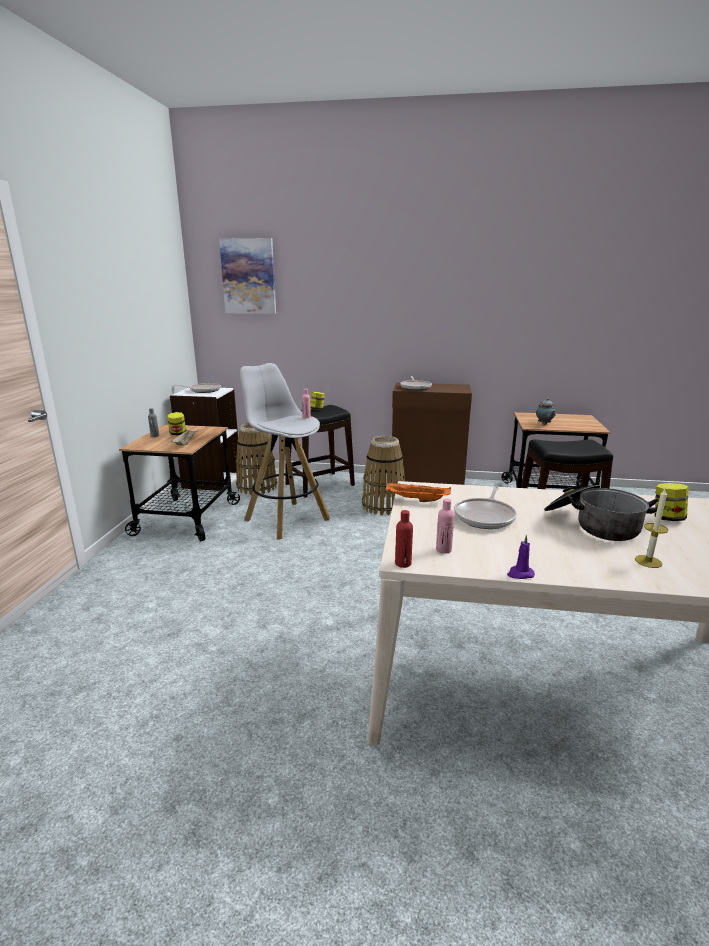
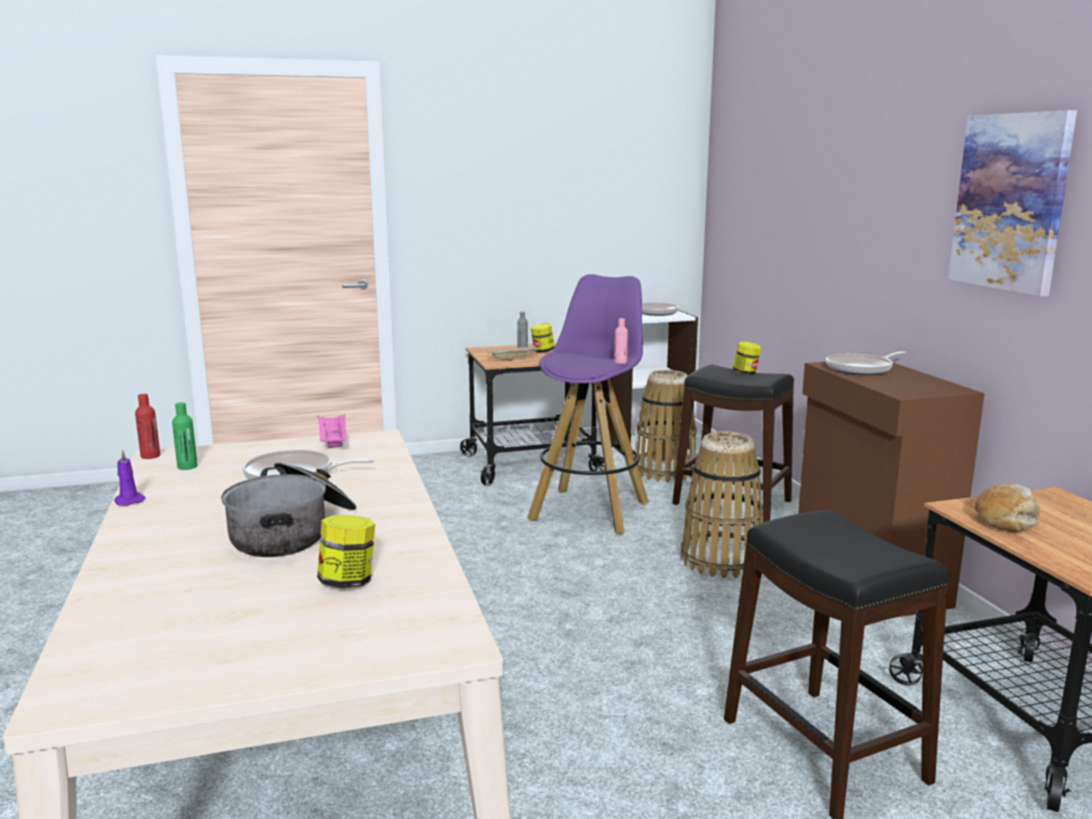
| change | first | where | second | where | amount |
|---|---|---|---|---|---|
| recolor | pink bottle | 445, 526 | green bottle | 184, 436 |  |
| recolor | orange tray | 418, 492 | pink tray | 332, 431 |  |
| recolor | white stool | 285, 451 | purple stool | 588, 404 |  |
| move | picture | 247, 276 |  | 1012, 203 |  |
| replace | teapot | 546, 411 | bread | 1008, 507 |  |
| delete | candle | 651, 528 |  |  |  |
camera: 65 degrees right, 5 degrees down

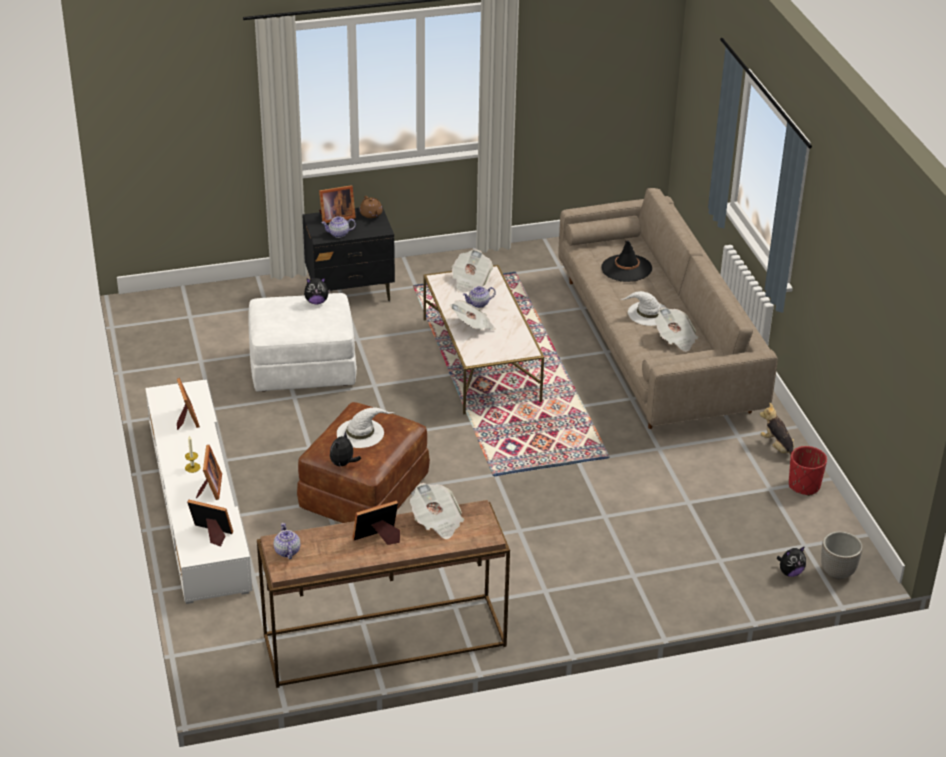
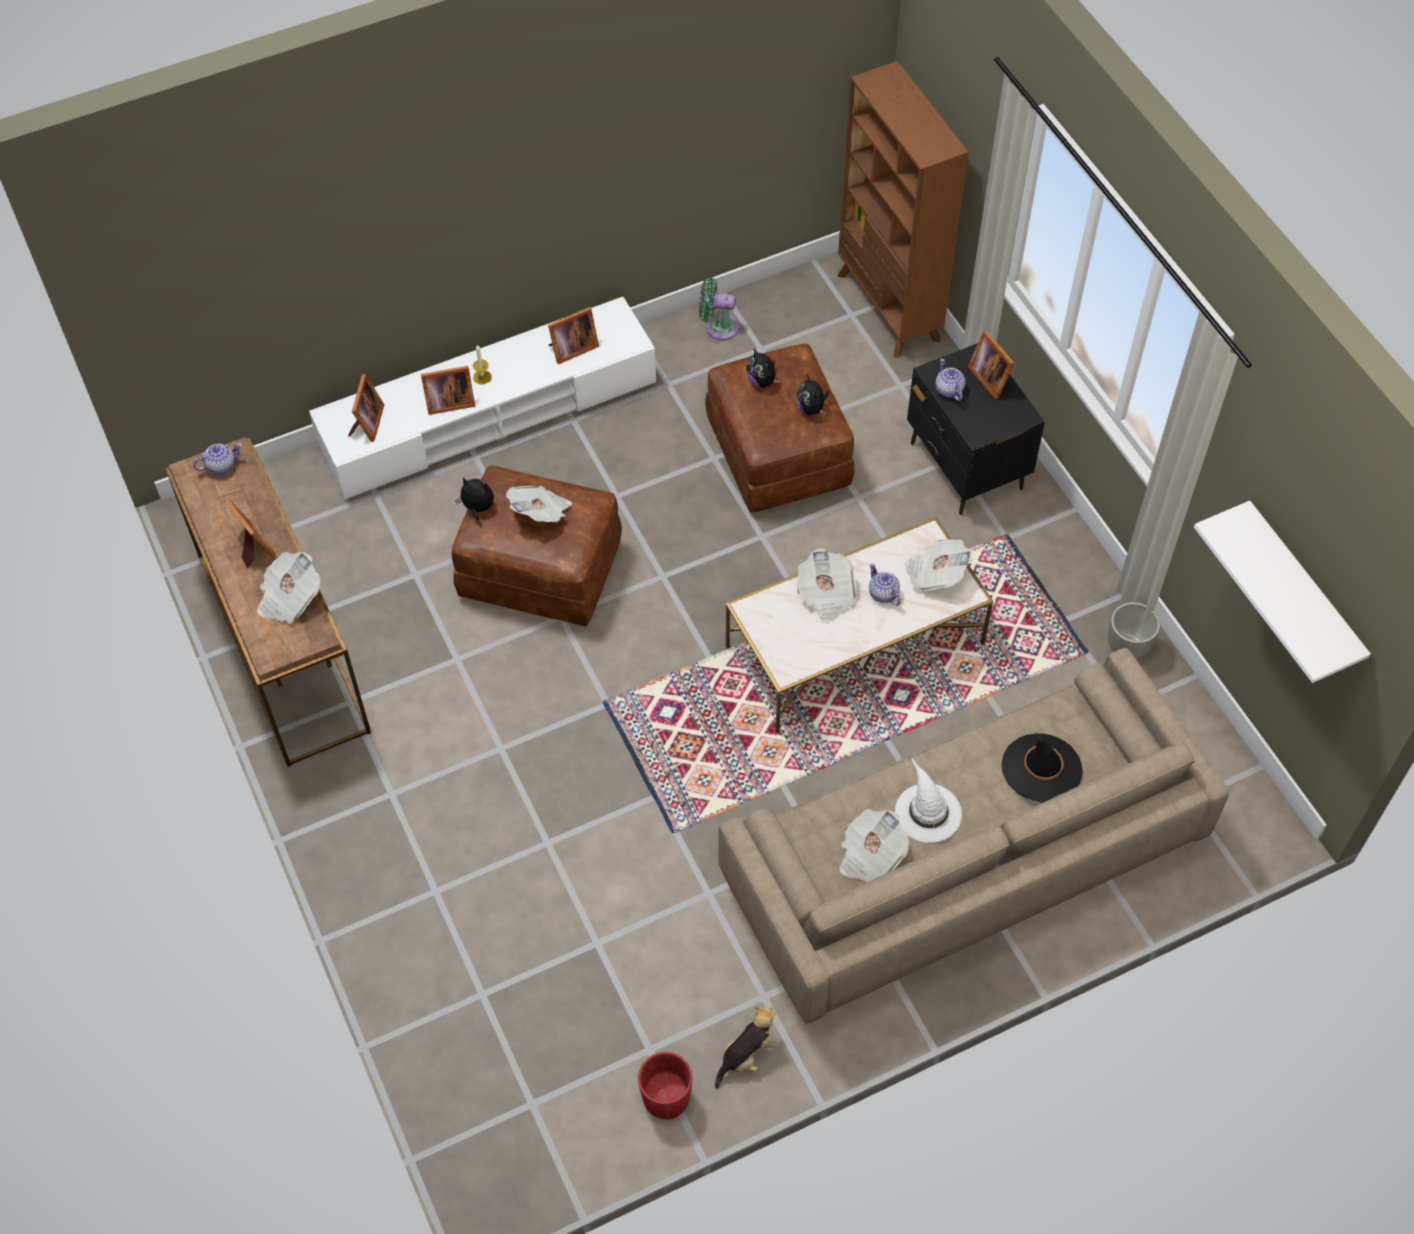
| change | first | where | second | where | amount |
|---|---|---|---|---|---|
| replace | white hat | 365, 427 | newspaper | 539, 504 |  |
| insert |  |  | green fan | 719, 308 |  |
| recolor | white ottoman | 302, 342 | brown ottoman | 779, 428 |  |
| move | plush toy | 791, 561 |  | 763, 368 |  |
| insert |  |  | brown bookcase | 903, 209 |  |
| move | planter | 842, 555 |  | 1134, 630 |  |
| insert |  |  | white shelf | 1282, 592 |  |
| delete | brown teapot | 371, 207 |  |  |  |
camera: 80 degrees right, 20 degrees up

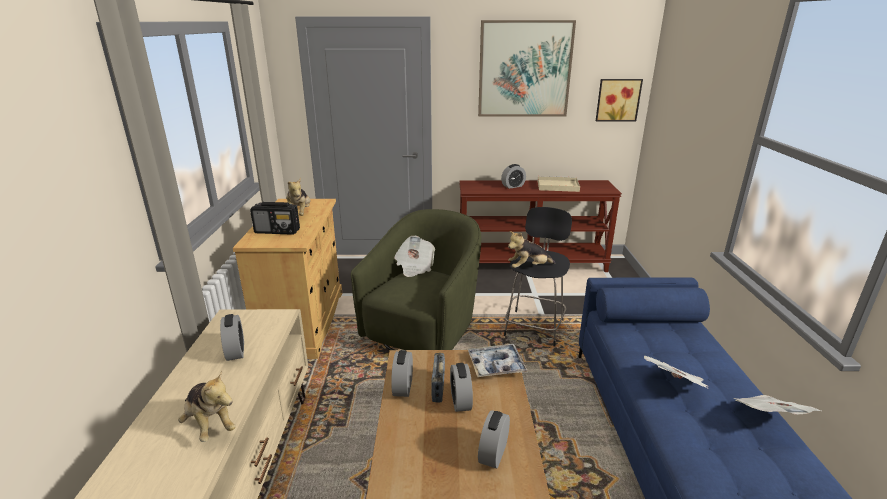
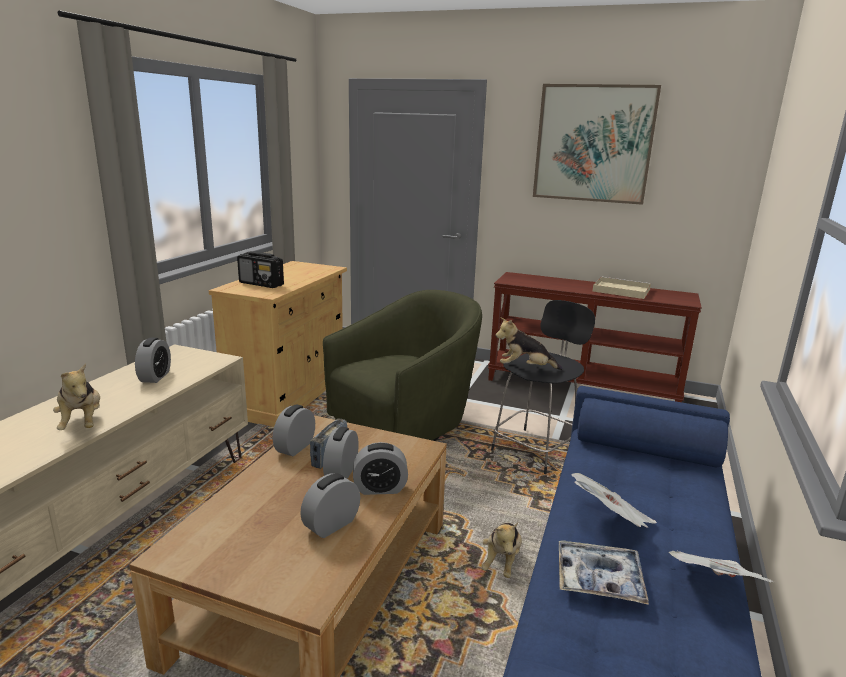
| change | first | where | second | where | amount |
|---|---|---|---|---|---|
| move | alarm clock | 513, 176 |  | 380, 468 |  |
| move | plush toy | 298, 197 |  | 502, 550 |  |
| move | tray | 498, 360 |  | 604, 572 |  |
| delete | newspaper | 414, 256 |  |  |  |
| delete | picture | 619, 100 |  |  |  |
camera: 20 degrees right, 5 degrees down

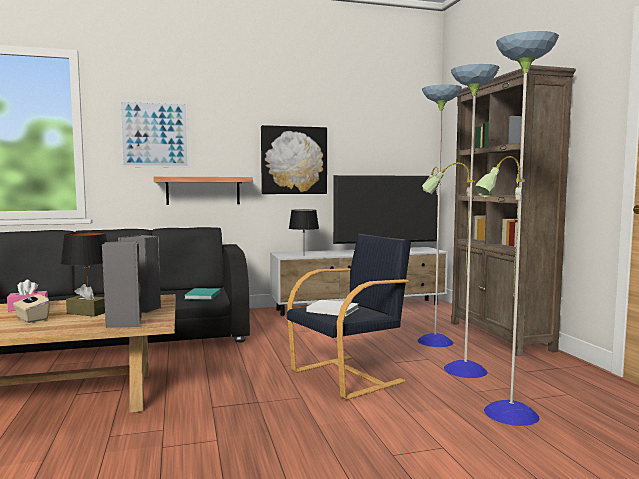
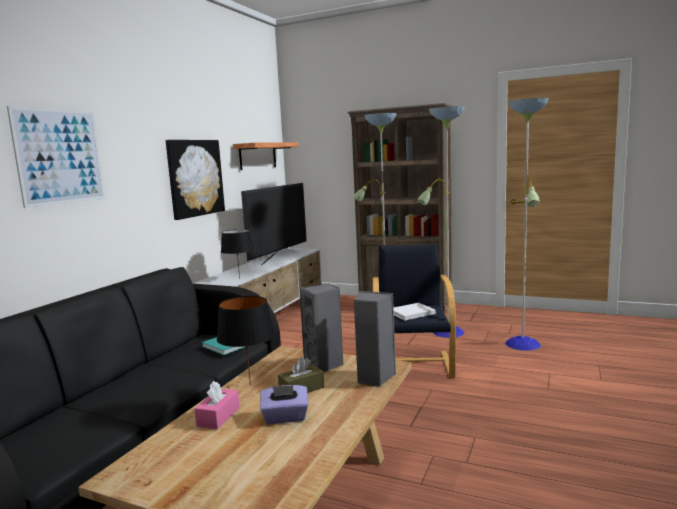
| change | first | where | second | where | amount |
|---|---|---|---|---|---|
| move | shelf | 203, 191 |  | 266, 156 |  |
| recolor | beige tissue box | 31, 306 | purple tissue box | 284, 404 |  |
camera: 50 degrees left, 5 degrees up

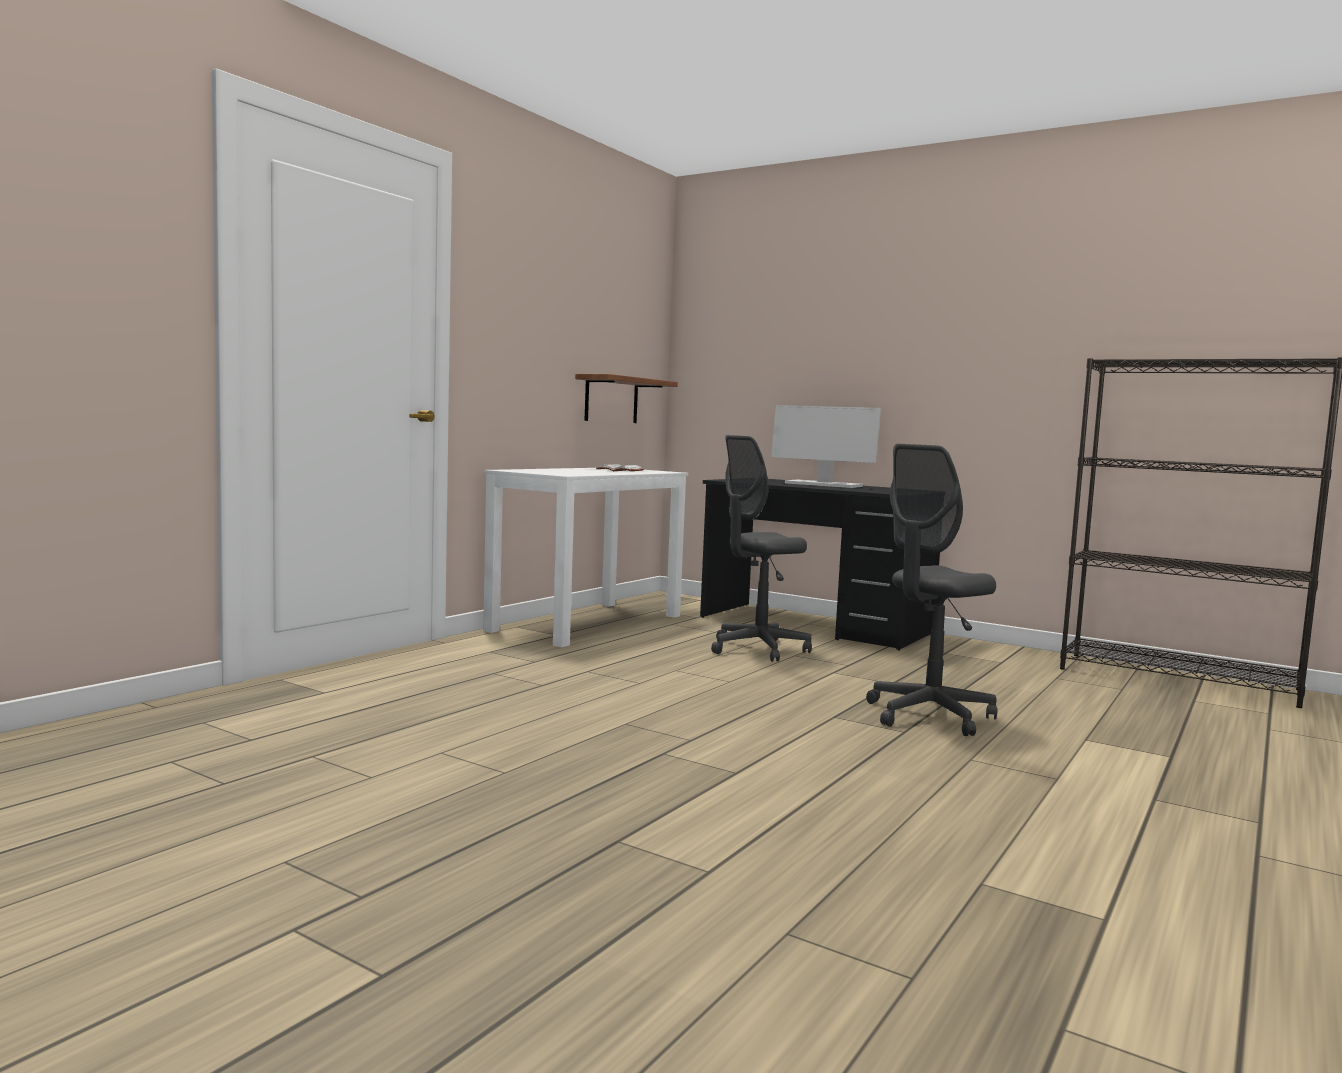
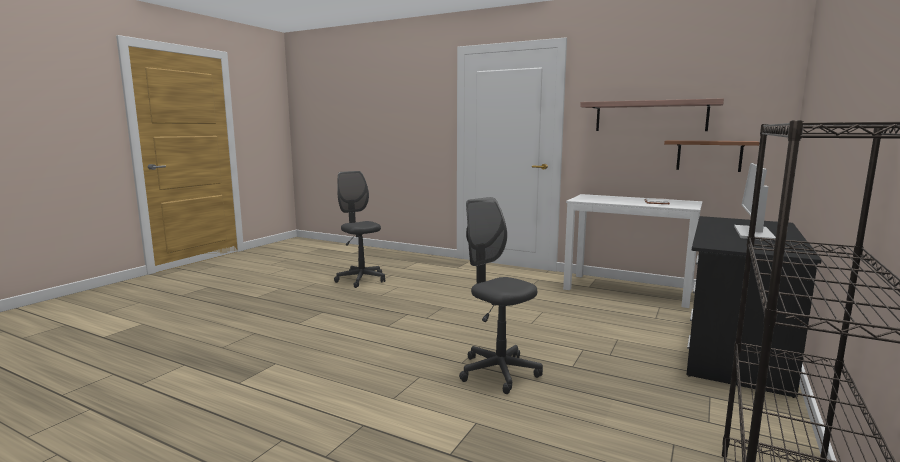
| change | first | where | second | where | amount |
|---|---|---|---|---|---|
| move | grey office chair | 761, 548 |  | 359, 229 |  |
| insert |  |  | shelf | 652, 114 |  |
camera: 85 degrees right, 5 degrees up

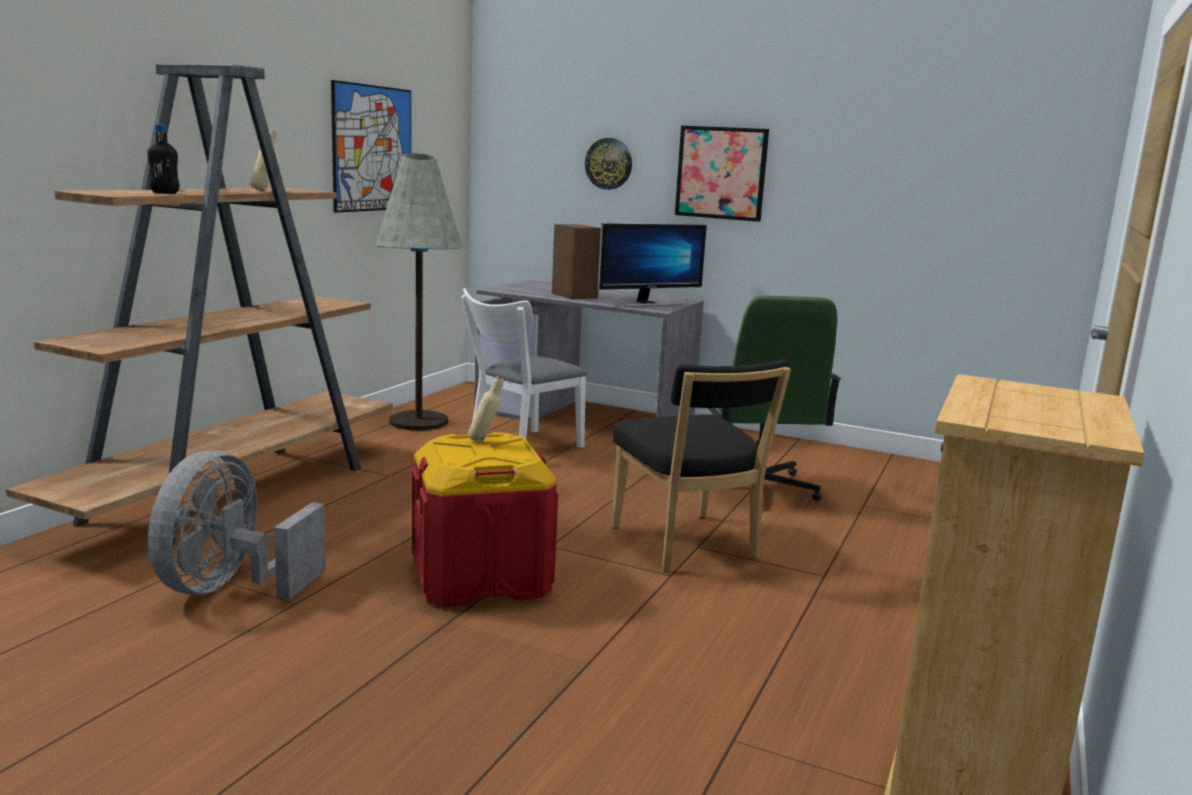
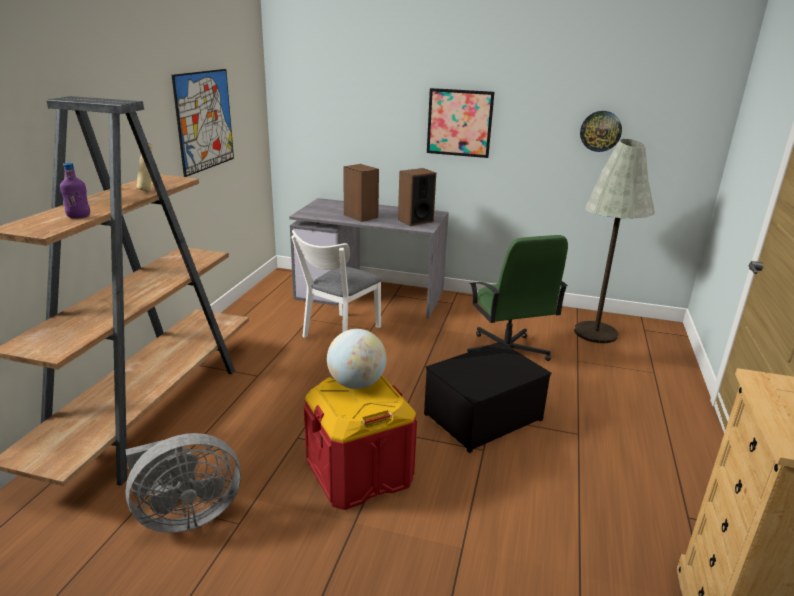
| change | first | where | second | where | amount |
|---|---|---|---|---|---|
| recolor | black bottle | 163, 159 | purple bottle | 75, 191 |  |
| rotate | grey fan | 237, 525 |  | 183, 483 | 120 degrees counterclockwise |
| replace | beige bottle | 486, 409 | globe | 357, 359 |  |
| replace | monitor | 652, 265 | speaker | 417, 197 |  |
| replace | black chair | 701, 466 | storage box | 488, 397 |  |
| move | grey floor lamp | 419, 291 |  | 614, 241 |  |
| move | wall clock | 608, 164 |  | 601, 131 |  |
camera: 10 degrees left, 10 degrees up

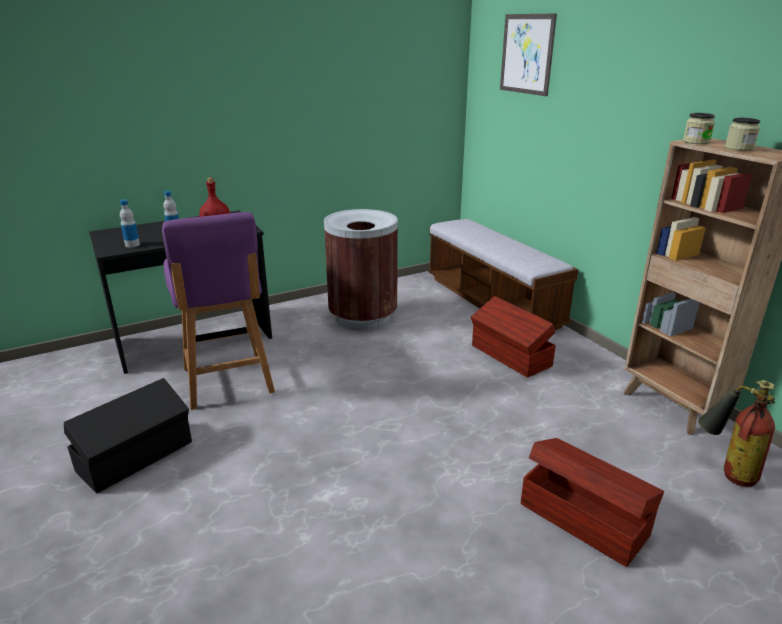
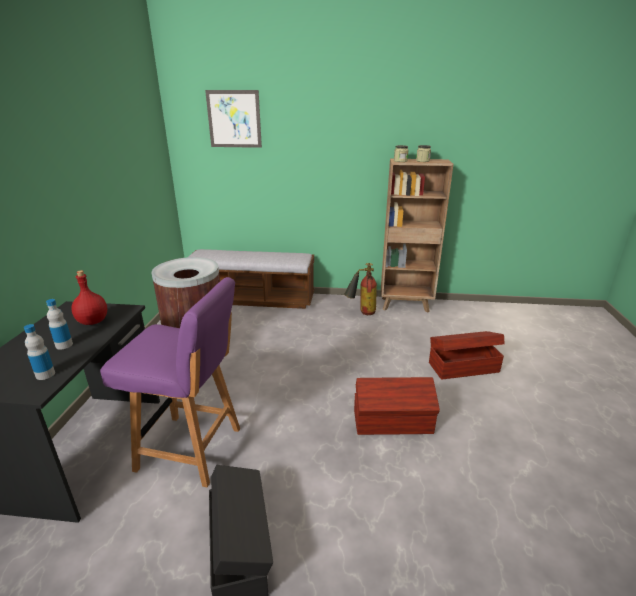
| change | first | where | second | where | amount |
|---|---|---|---|---|---|
| move | fire extinguisher | 736, 433 |  | 360, 289 |  |
| move | brown storage box | 513, 337 |  | 397, 406 |  |
camera: 55 degrees left, 0 degrees up

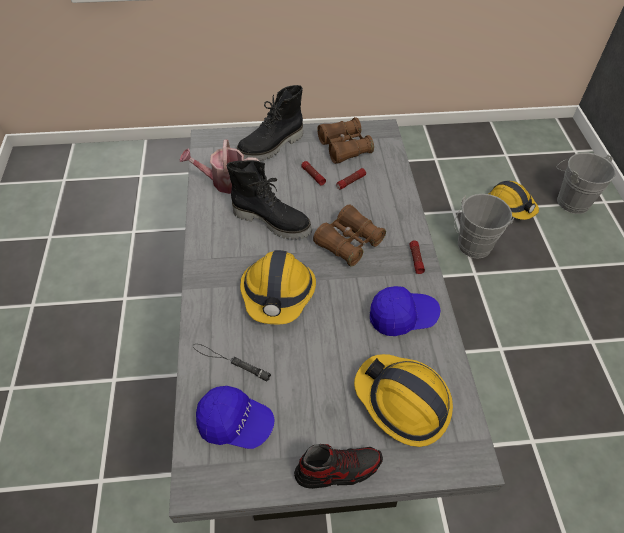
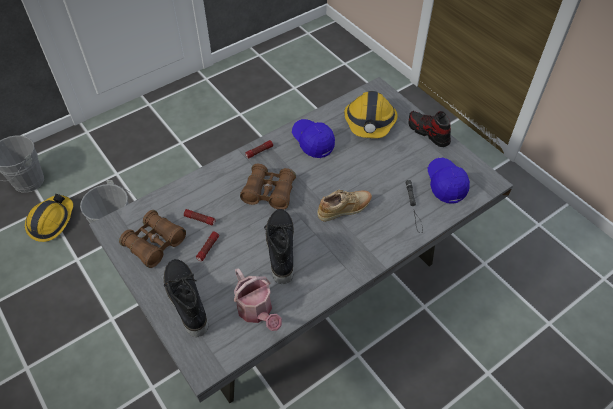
| change | first | where | second | where | amount |
|---|---|---|---|---|---|
| rotate | black boot | 270, 123 |  | 186, 298 | 135 degrees counterclockwise |
| replace | hard hat | 278, 287 | beige shoe | 344, 205 |  |
camera: 120 degrees left, 0 degrees up

